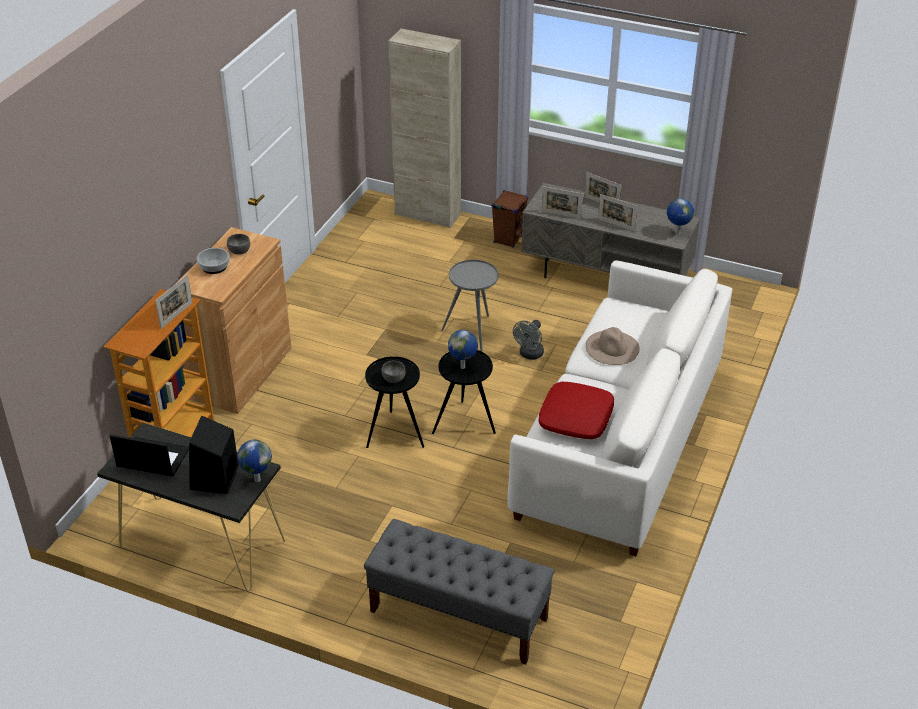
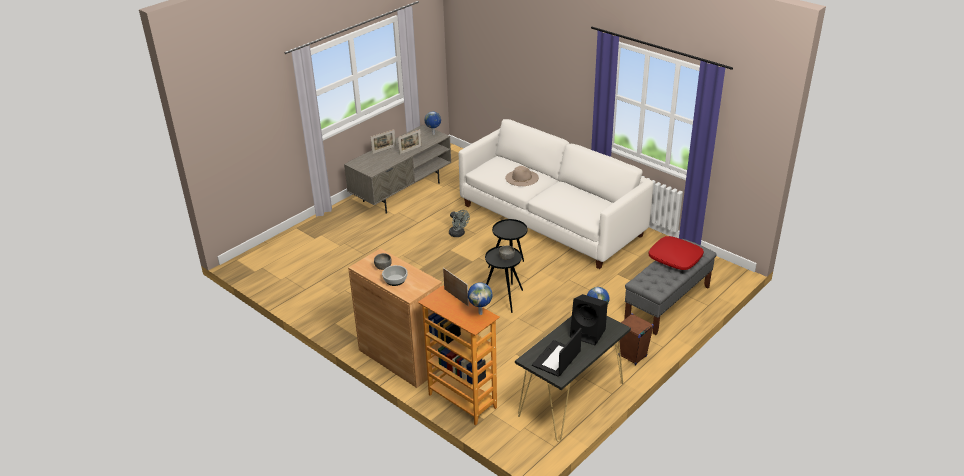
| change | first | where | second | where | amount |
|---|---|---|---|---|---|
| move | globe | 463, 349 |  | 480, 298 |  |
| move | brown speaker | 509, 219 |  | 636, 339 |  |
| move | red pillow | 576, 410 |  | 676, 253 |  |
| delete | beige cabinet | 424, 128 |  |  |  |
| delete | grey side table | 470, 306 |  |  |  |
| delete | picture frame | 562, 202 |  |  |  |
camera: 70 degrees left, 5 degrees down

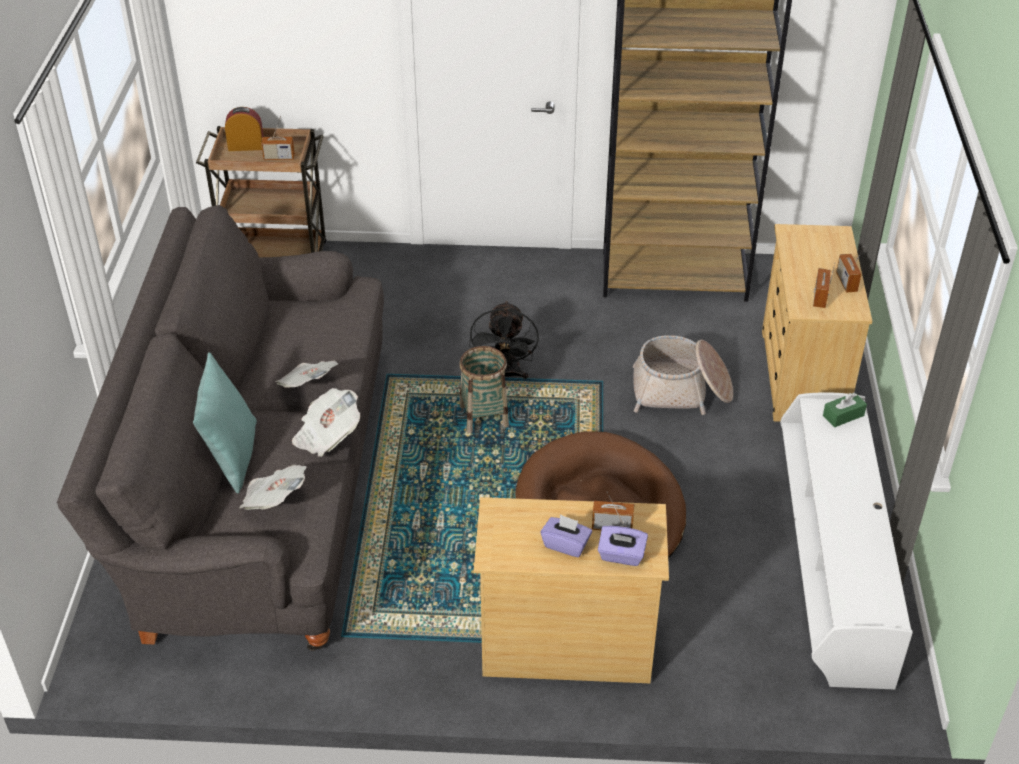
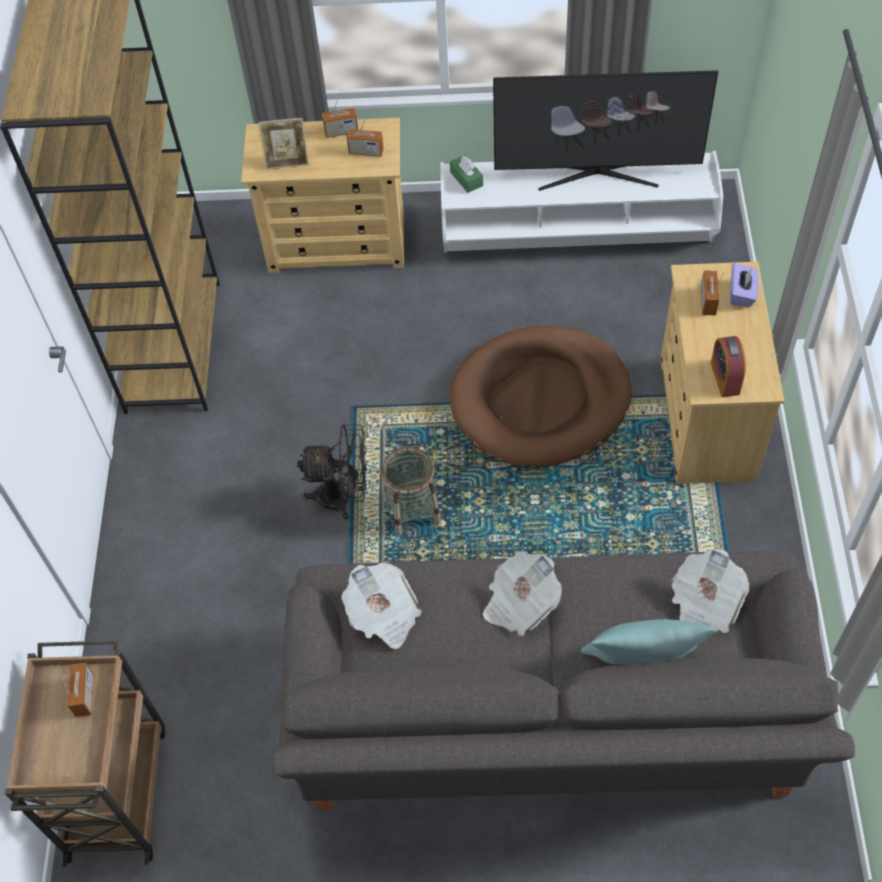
| change | first | where | second | where | amount |
|---|---|---|---|---|---|
| insert |  |  | picture frame | 283, 144 |  |
| move | newspaper | 326, 422 |  | 381, 606 |  |
| insert |  |  | television | 605, 130 |  |
| move | alarm clock | 244, 129 |  | 728, 366 |  |
| delete | purple tissue box | 566, 535 |  |  |  |
| delete | basket | 683, 375 |  |  |  |
camera: 90 degrees left, 15 degrees up

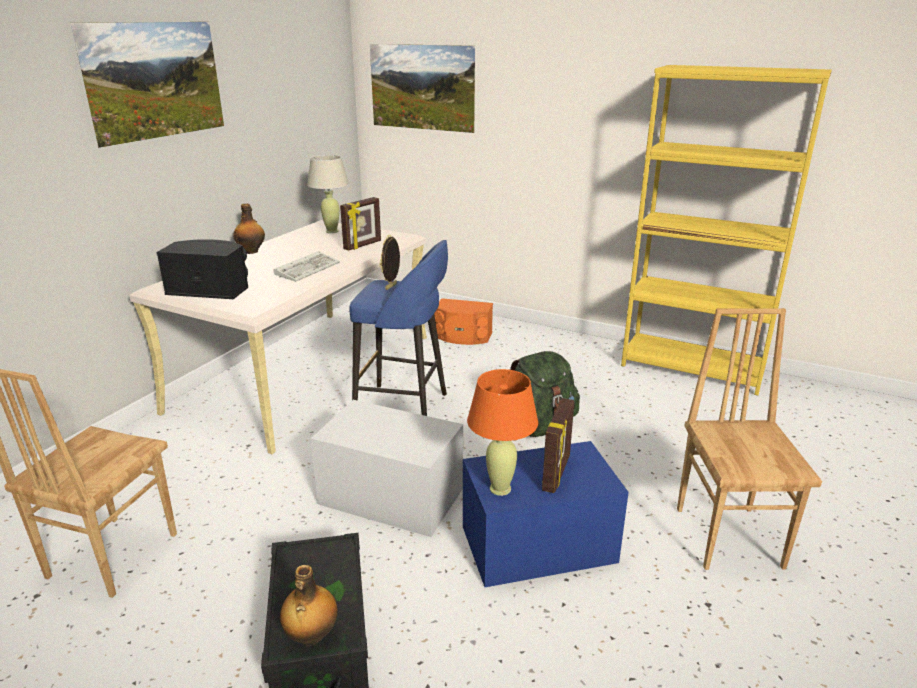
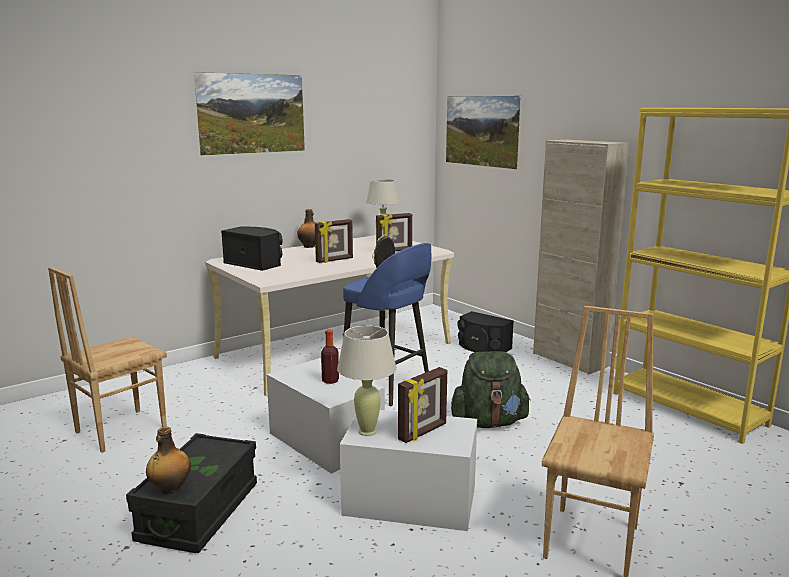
| change | first | where | second | where | amount |
|---|---|---|---|---|---|
| replace | keyboard | 306, 266 | picture frame | 334, 241 |  |
| insert |  |  | bottle | 330, 357 |  |
| recolor | orange table lamp | 502, 432 | beige table lamp | 367, 380 |  |
| recolor | blue storage box | 546, 514 | white storage box | 408, 470 |  |
| recolor | orange speaker | 463, 321 | black speaker | 485, 331 |  |
| insert |  |  | beige cabinet | 581, 257 |  |
camera: 25 degrees right, 10 degrees down

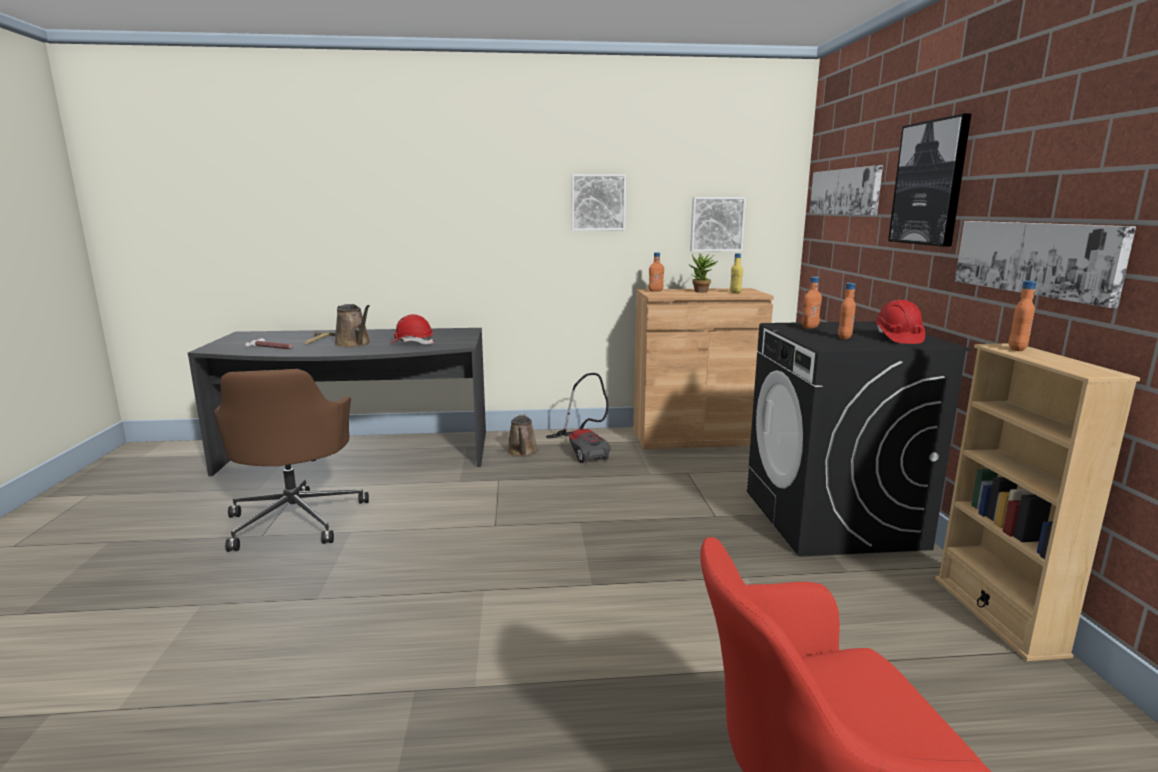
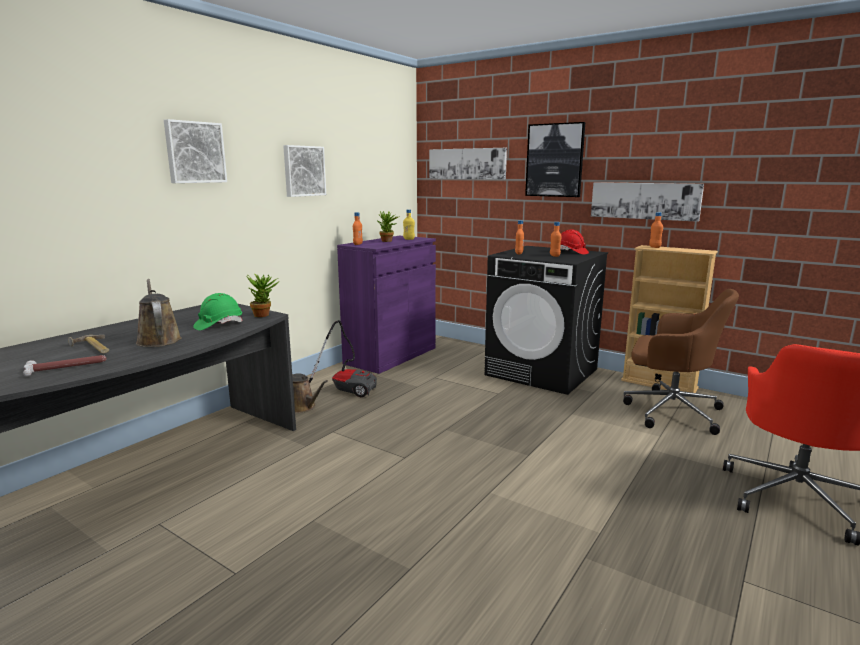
| change | first | where | second | where | amount |
|---|---|---|---|---|---|
| rotate | brown watering can | 352, 325 |  | 159, 313 | 120 degrees counterclockwise |
| move | picture | 718, 224 |  | 195, 151 |  |
| recolor | red hard hat | 412, 329 | green hard hat | 217, 311 |  |
| insert |  |  | potted plant | 262, 295 |  |
| recolor | brown cabinet | 703, 368 | purple cabinet | 386, 305 |  |
| move | brown office chair | 291, 460 |  | 681, 362 |  |
camera: 50 degrees left, 0 degrees up

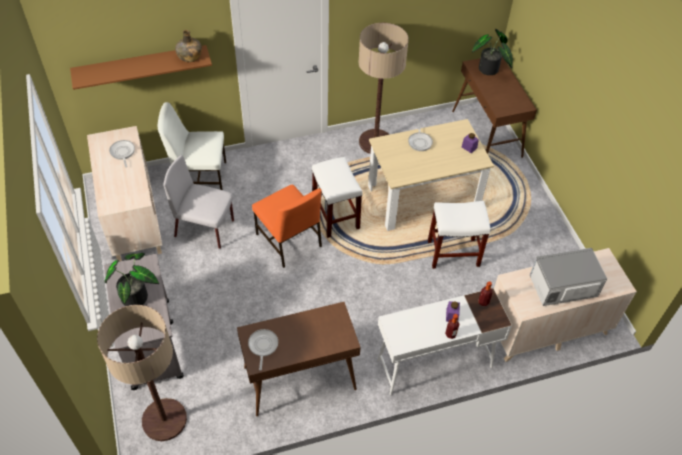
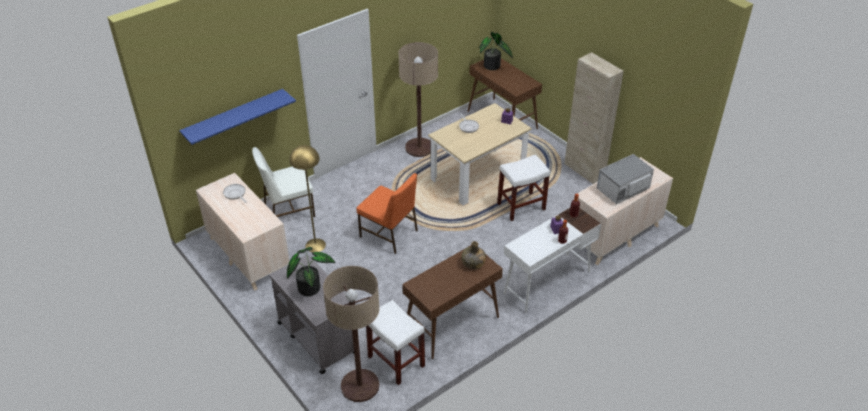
| change | first | where | second | where | amount |
|---|---|---|---|---|---|
| recolor | brown shelf | 141, 67 | blue shelf | 237, 117 |  |
| replace | grey chair | 198, 202 | yellow floor lamp | 307, 198 |  |
| move | white stool | 337, 197 |  | 395, 342 |  |
| move | green bottle | 188, 46 |  | 473, 255 |  |
| insert |  |  | beige cabinet | 594, 118 |  |
| delete | frying pan | 263, 350 |  |  |  |
camera: 20 degrees left, 10 degrees down

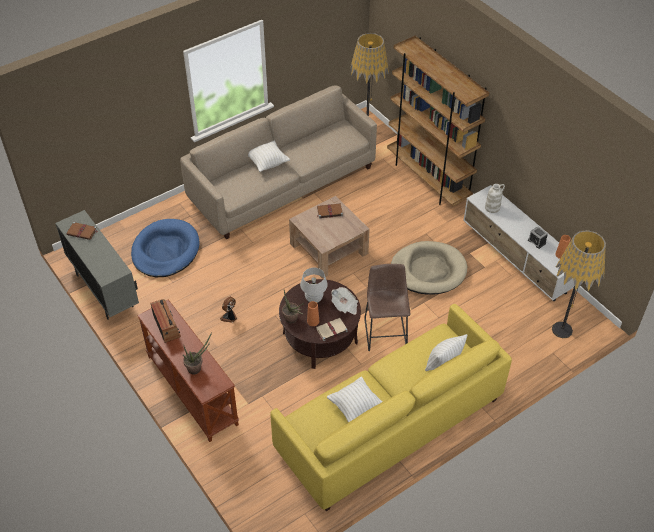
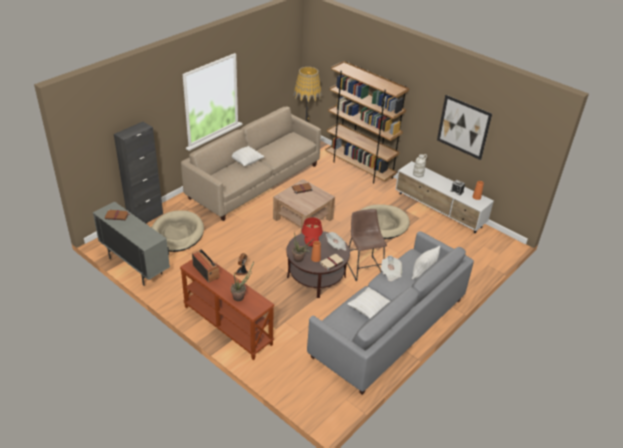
| change | first | where | second | where | amount |
|---|---|---|---|---|---|
| insert |  |  | black cabinet | 138, 172 |  |
| recolor | blue dog bed | 165, 248 | beige dog bed | 177, 231 |  |
| recolor | white table lamp | 314, 285 | red table lamp | 312, 232 |  |
| recolor | yellow sofa | 391, 407 | grey sofa | 390, 313 |  |
| insert |  |  | newspaper | 391, 268 |  |
| insert |  |  | picture | 464, 127 |  |
| delete | floor lamp | 579, 284 |  |  |  |
camera: 15 degrees left, 10 degrees down

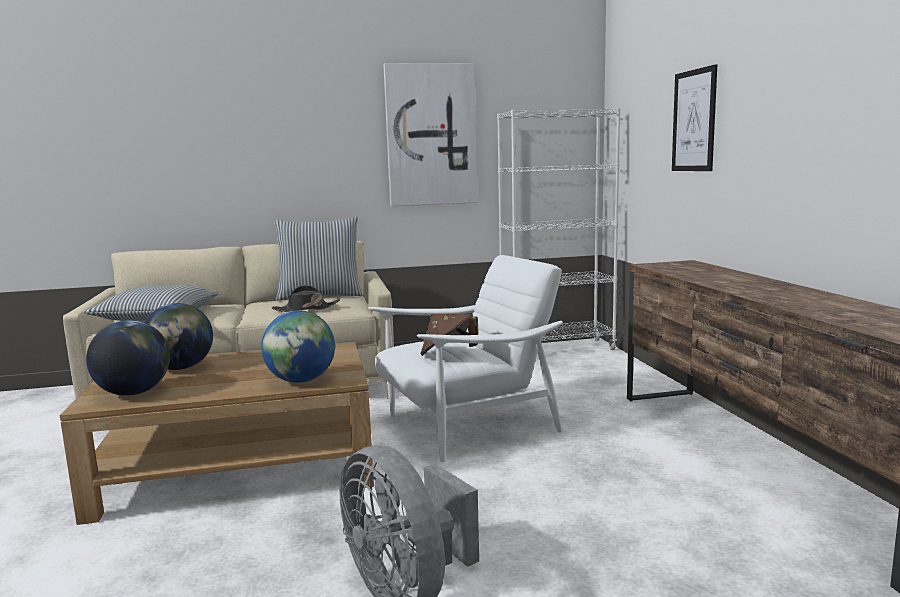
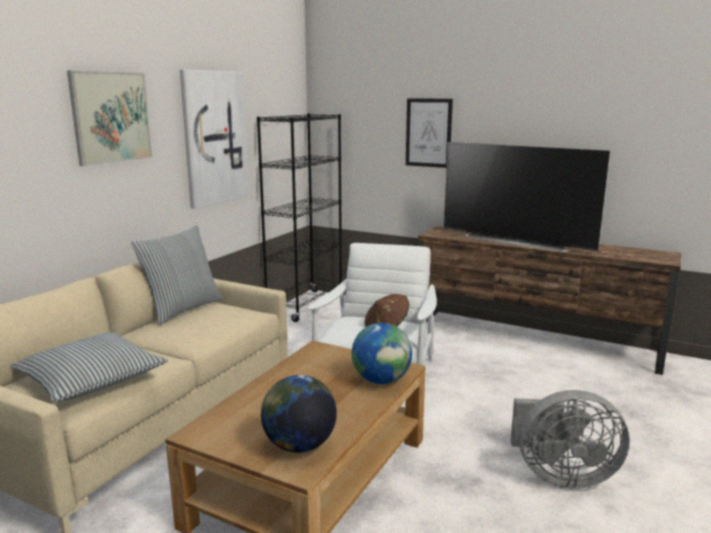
| change | first | where | second | where | amount |
|---|---|---|---|---|---|
| insert |  |  | picture | 109, 118 |  |
| recolor | white bookcase | 559, 229 | black bookcase | 299, 218 |  |
| insert |  |  | television | 527, 197 |  |
| delete | globe | 178, 336 |  |  |  |
| delete | black hat | 306, 298 |  |  |  |
camera: 50 degrees left, 5 degrees up

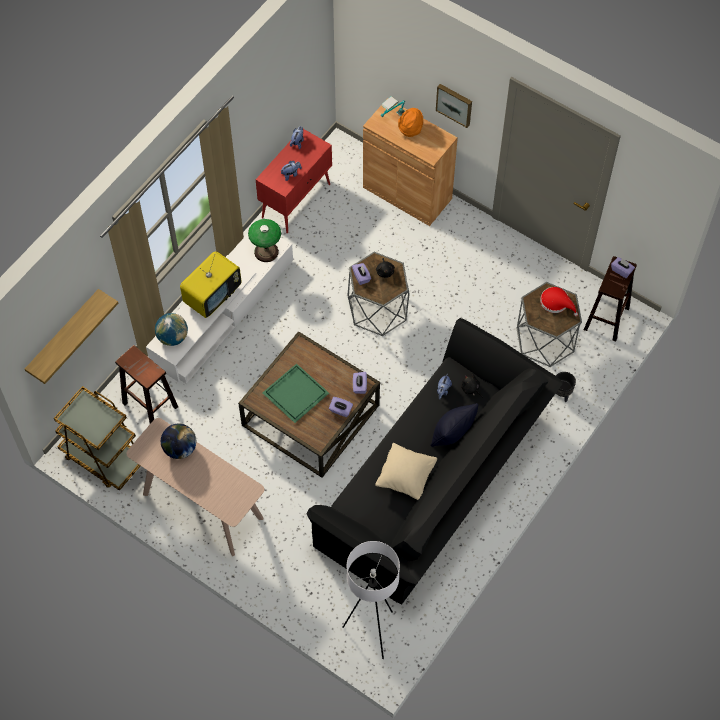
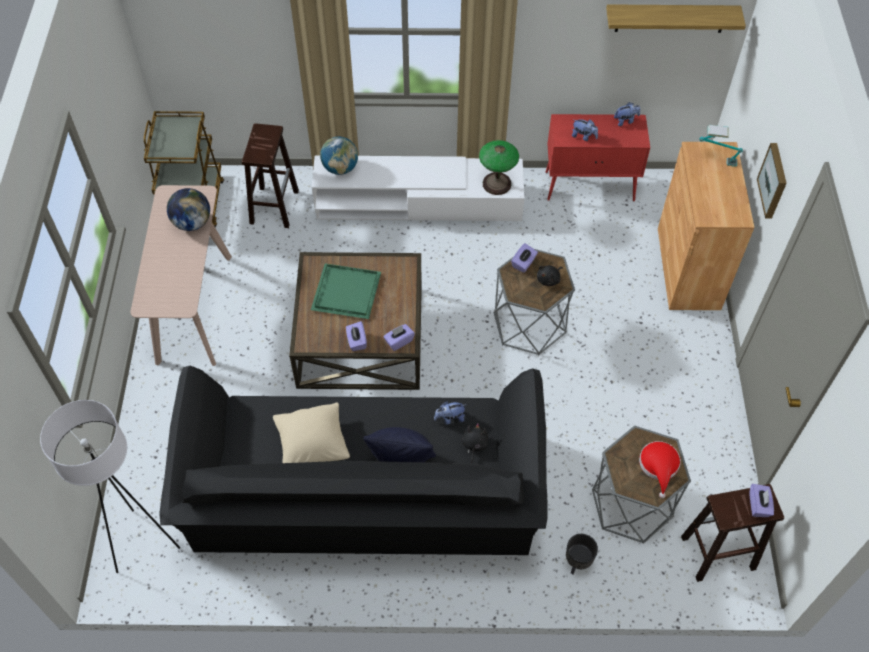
| change | first | where | second | where | amount |
|---|---|---|---|---|---|
| move | shelf | 71, 336 |  | 676, 18 |  |
| delete | television | 210, 285 |  |  |  |
| delete | orange hat | 410, 122 |  |  |  |
camera: 55 degrees right, 5 degrees down

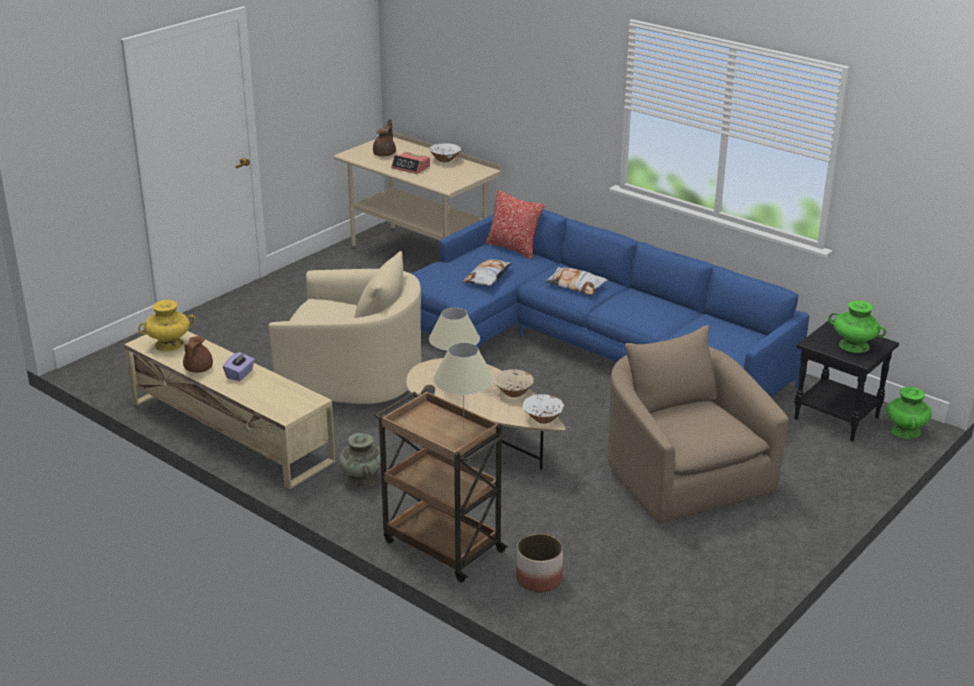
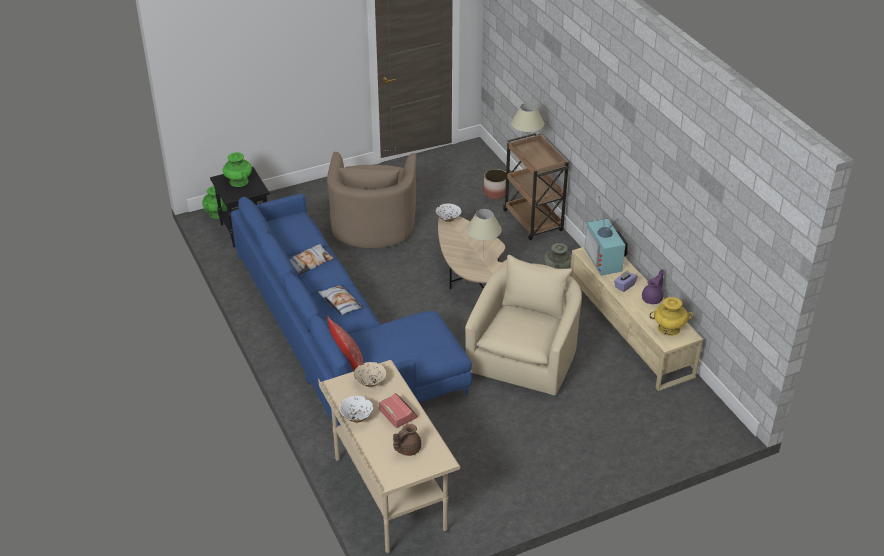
| change | first | where | second | where | amount |
|---|---|---|---|---|---|
| move | pillow | 487, 272 |  | 312, 259 |  |
| move | beige bowl | 514, 383 |  | 370, 374 |  |
| rotate | beige armchair | 345, 327 |  | 523, 325 | 75 degrees clockwise |
| insert |  |  | television | 606, 235 |  |
| recolor | brown teapot | 198, 354 | purple teapot | 653, 286 |  |
camera: 155 degrees left, 10 degrees up

